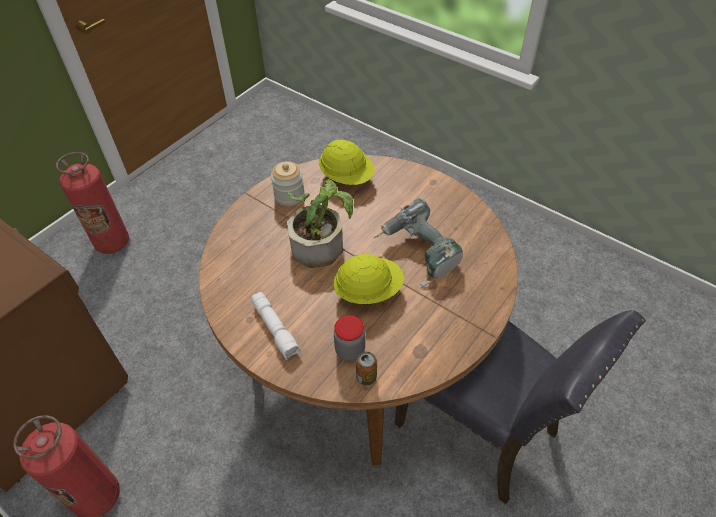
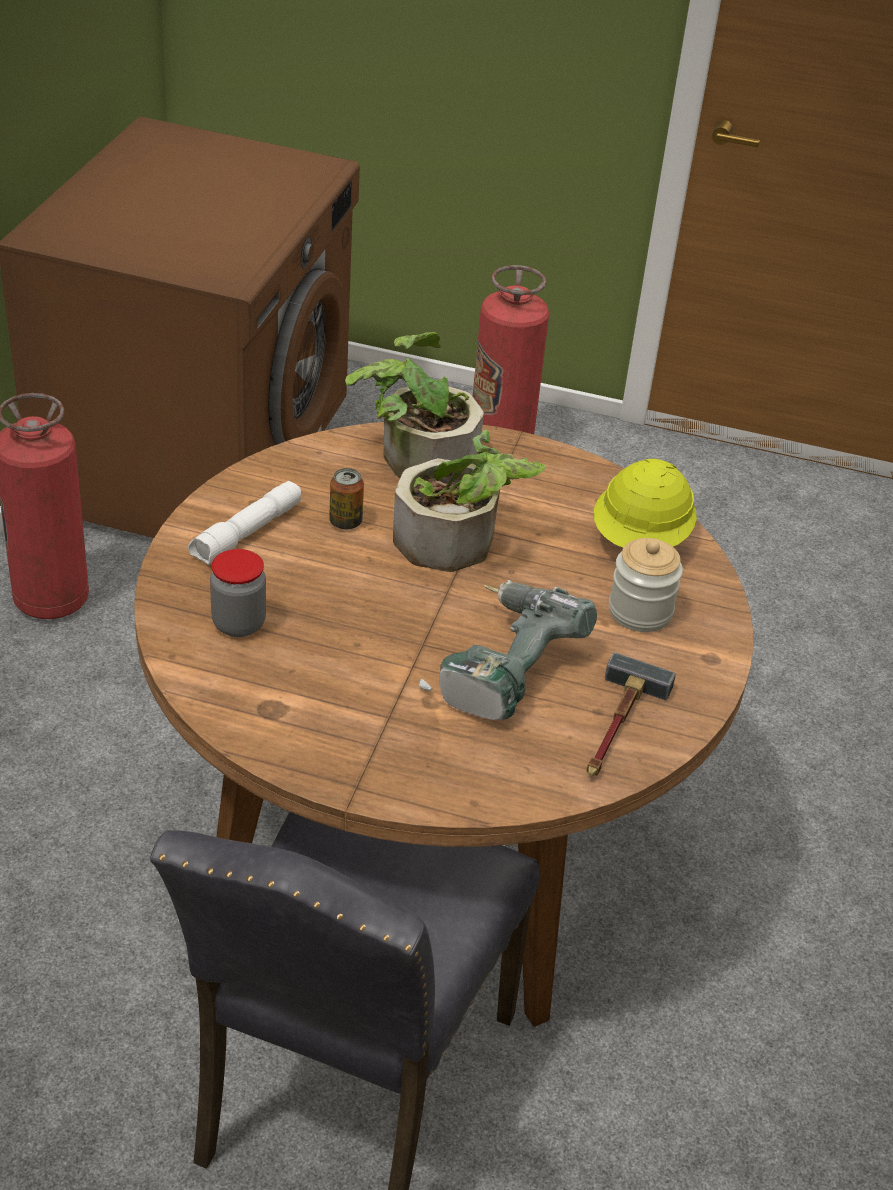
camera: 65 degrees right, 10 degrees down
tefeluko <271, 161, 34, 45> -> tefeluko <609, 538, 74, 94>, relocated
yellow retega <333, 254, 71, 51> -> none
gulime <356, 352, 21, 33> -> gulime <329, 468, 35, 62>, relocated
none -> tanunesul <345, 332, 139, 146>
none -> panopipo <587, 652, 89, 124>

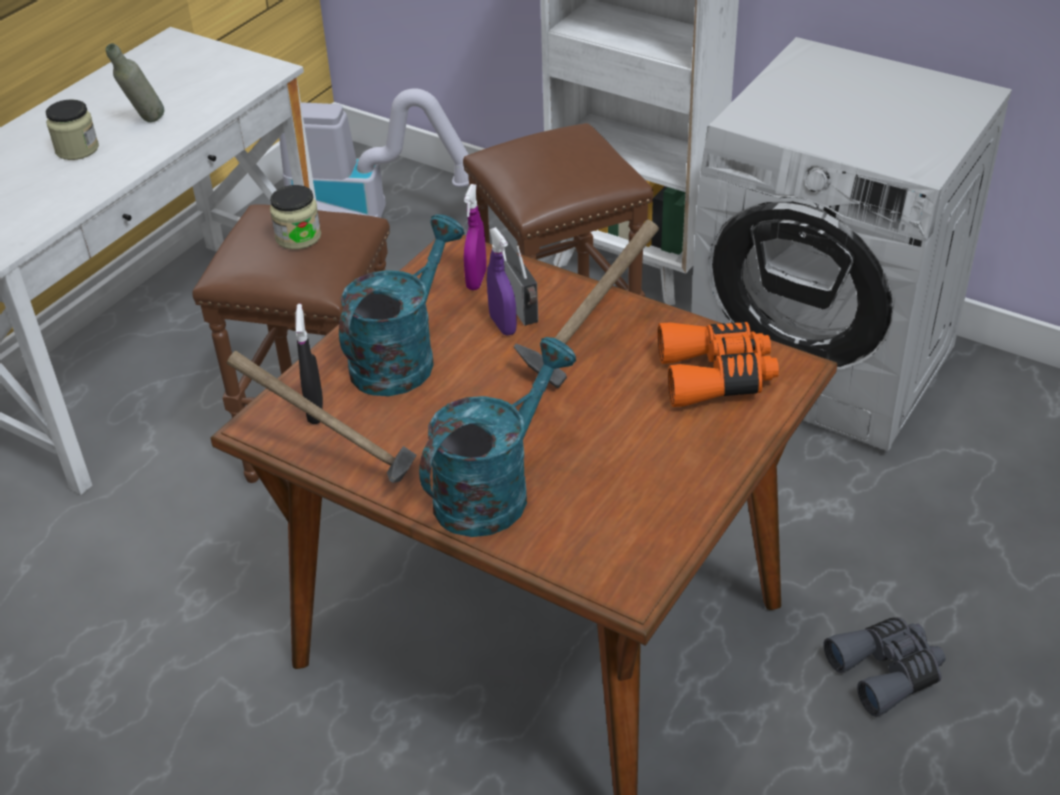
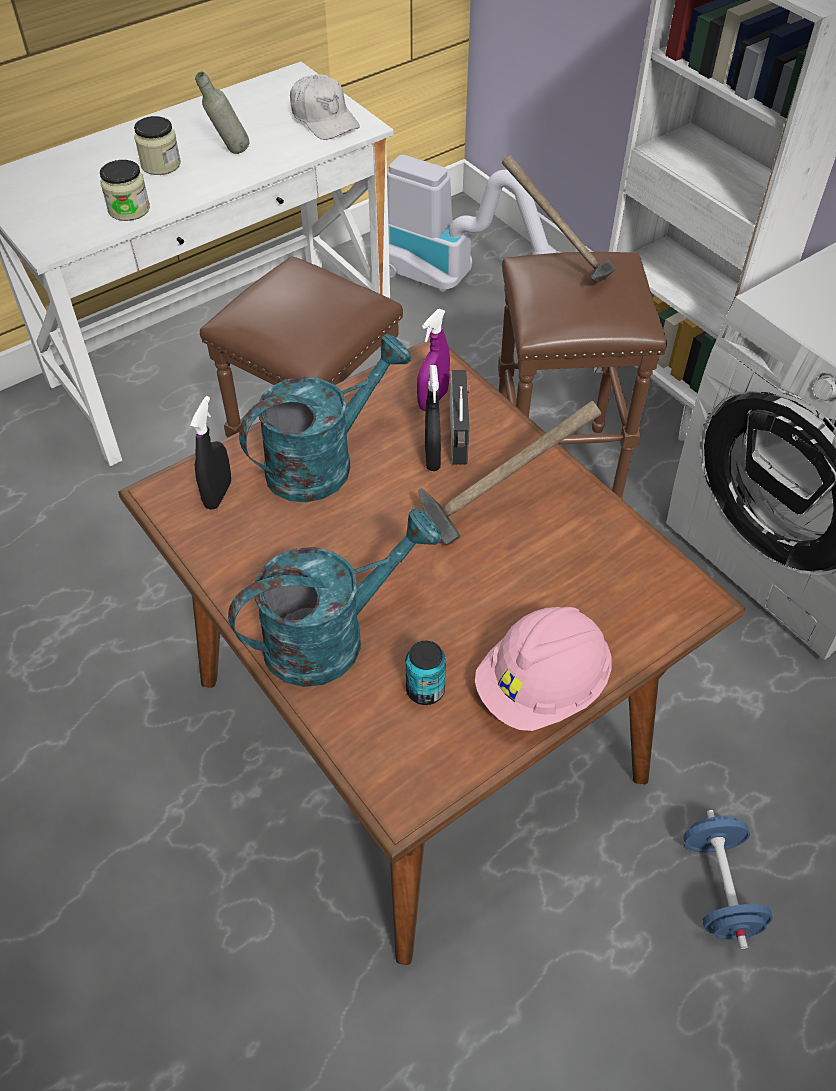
camera: 20 degrees right, 10 degrees up
tefeluko <270, 185, 51, 65> -> tefeluko <100, 160, 50, 61>, relocated
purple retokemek <487, 227, 30, 109> -> black retokemek <425, 365, 16, 106>
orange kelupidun <657, 322, 122, 85> -> none
panopipo <227, 351, 190, 132> -> panopipo <502, 155, 114, 127>, relocated
grey kelupidun <823, 617, 123, 100> -> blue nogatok <683, 810, 90, 139>
none -> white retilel <290, 74, 70, 66>
none -> pink retega <475, 607, 136, 124>
none -> gulime <406, 641, 40, 64>

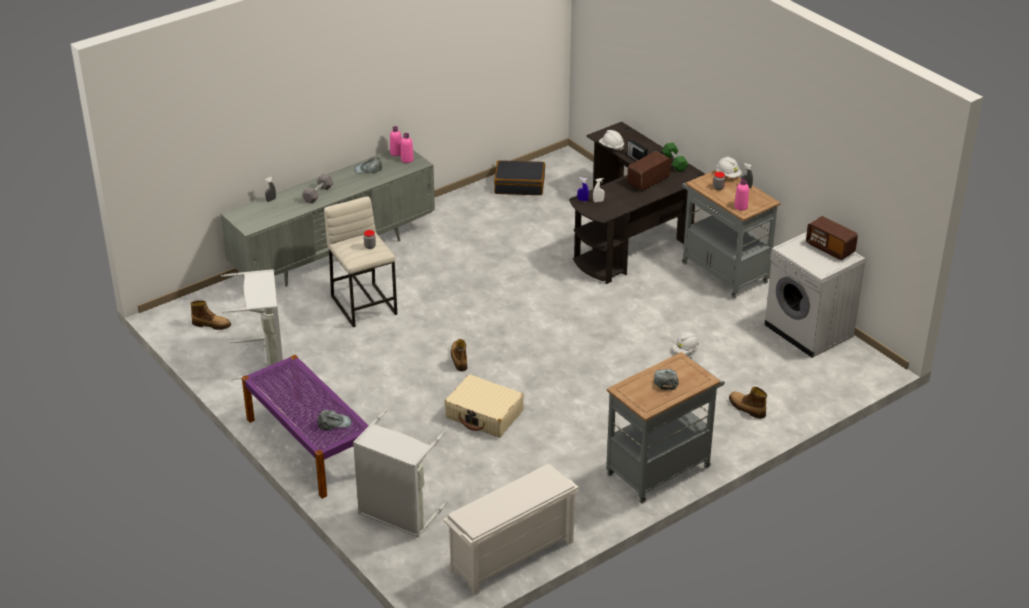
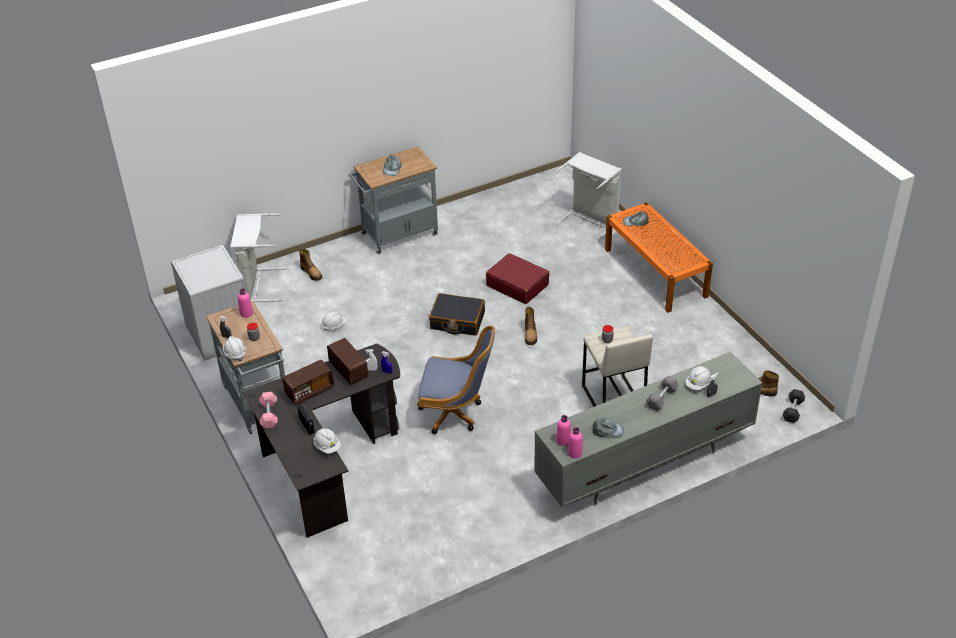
camera: 170 degrees left, 5 degrees up
green nogatok <662, 143, 26, 29> -> pink nogatok <259, 392, 18, 37>
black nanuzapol <494, 160, 51, 35> -> black nanuzapol <429, 293, 56, 43>, relocated
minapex <806, 216, 52, 44> -> minapex <327, 338, 41, 47>, relocated
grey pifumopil <221, 269, 62, 111> -> grey pifumopil <230, 213, 59, 89>, relocated
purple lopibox <242, 355, 127, 144> -> orange lopibox <605, 202, 108, 111>
beige nanuzapol <445, 374, 79, 63> -> red nanuzapol <486, 253, 64, 51>
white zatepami <443, 463, 136, 133> -> none
none -> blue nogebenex <417, 326, 78, 108>
none -> white retega <685, 366, 27, 24>
none -> grey nogatok <783, 389, 22, 34>

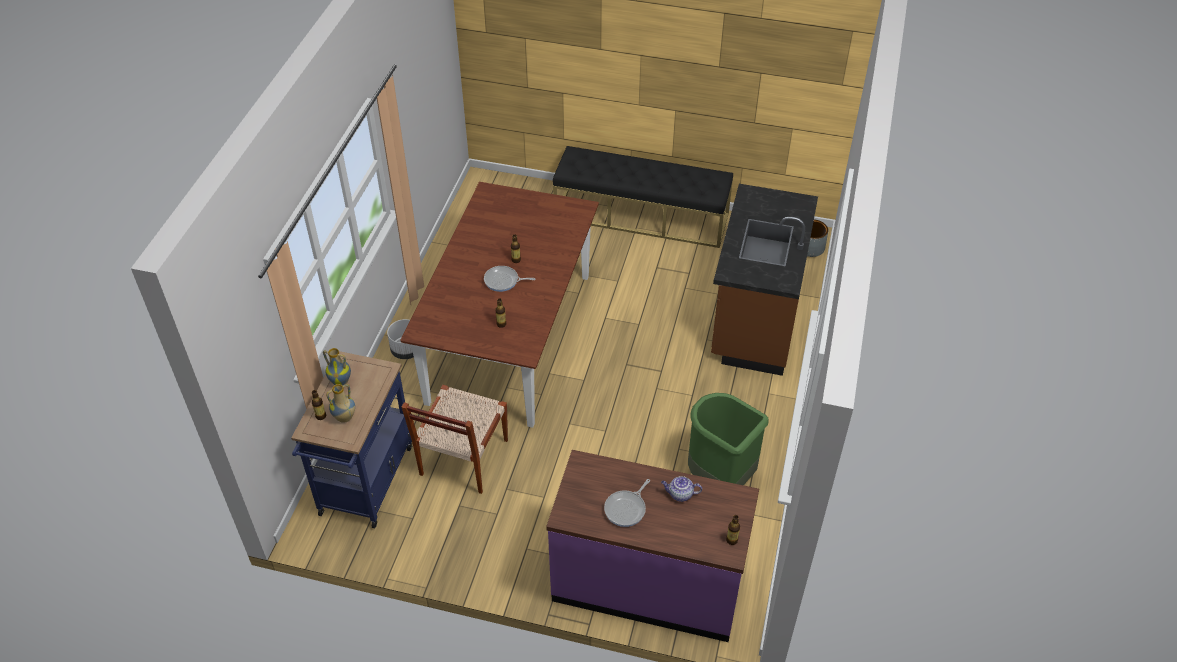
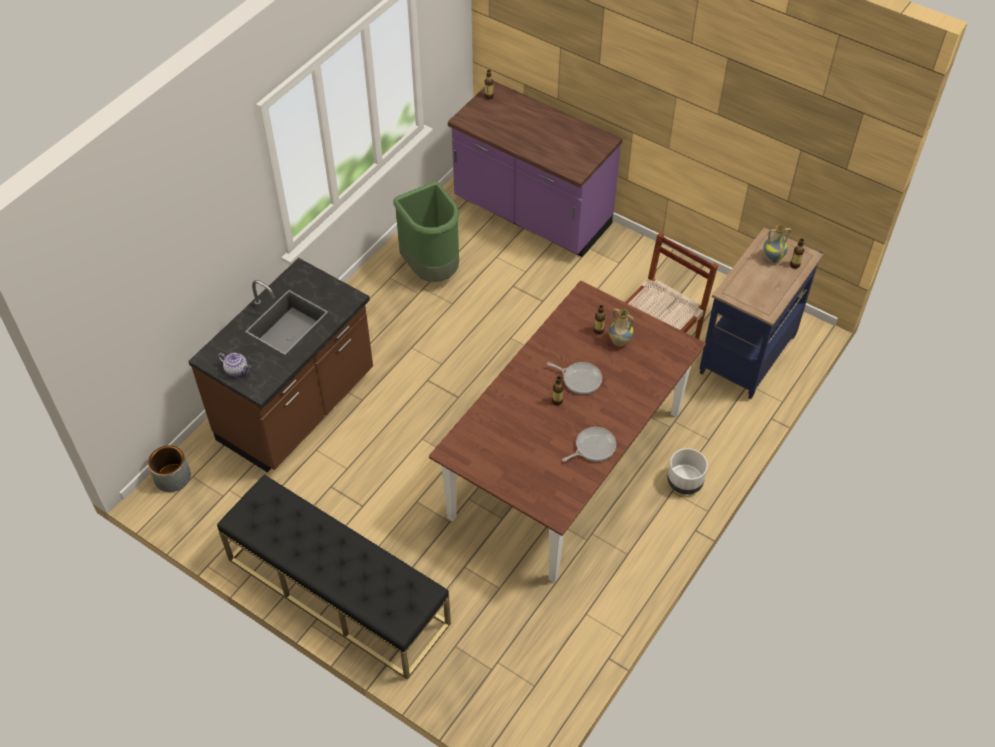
camera: 160 degrees left, 5 degrees up
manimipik <323, 348, 28, 37> -> manimipik <609, 309, 25, 37>, relocated
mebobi <661, 476, 41, 26> -> mebobi <218, 353, 33, 24>, relocated
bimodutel <604, 479, 46, 48> -> bimodutel <562, 427, 54, 35>, relocated

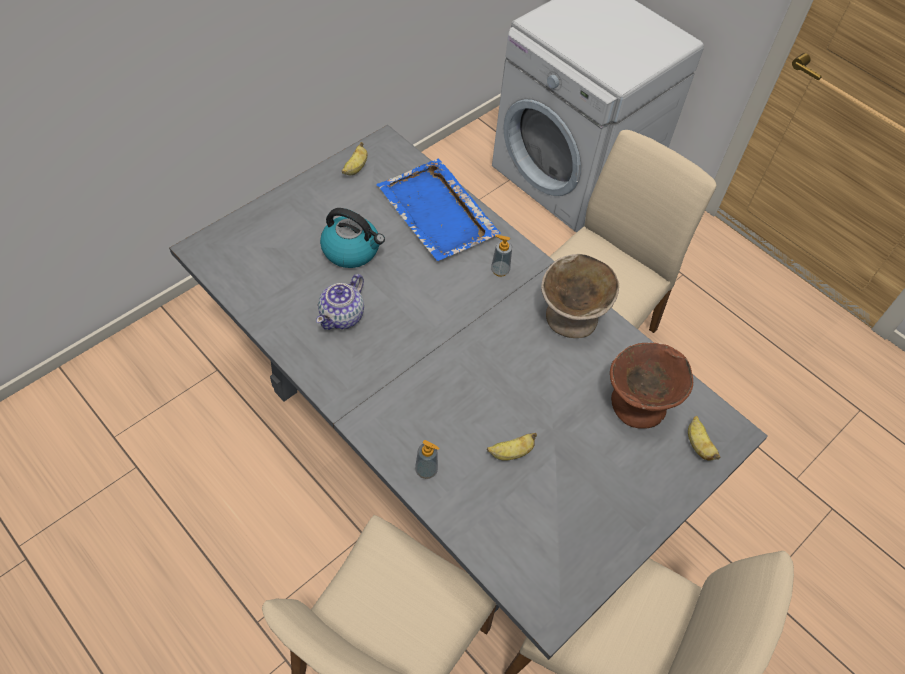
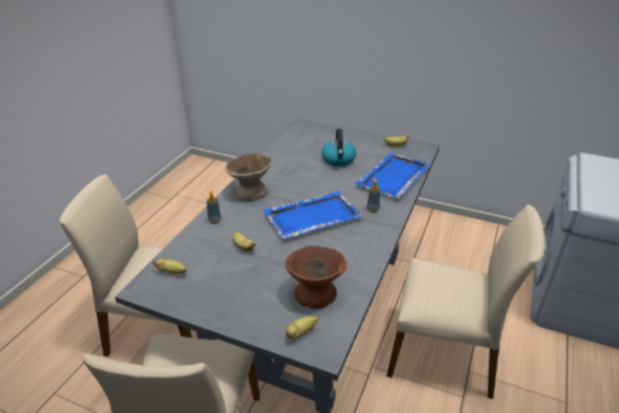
camera: 70 degrees right, 20 degrees down
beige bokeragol <541, 254, 78, 84> -> beige bokeragol <225, 153, 46, 48>, relocated
mebobi <316, 274, 48, 56> -> none
none -> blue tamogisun <263, 191, 99, 48>
none -> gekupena <153, 259, 33, 15>

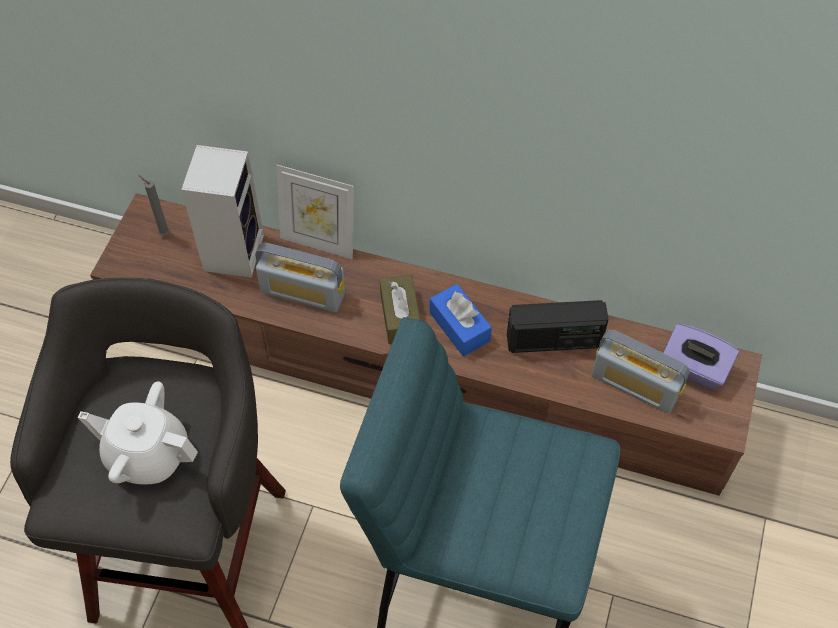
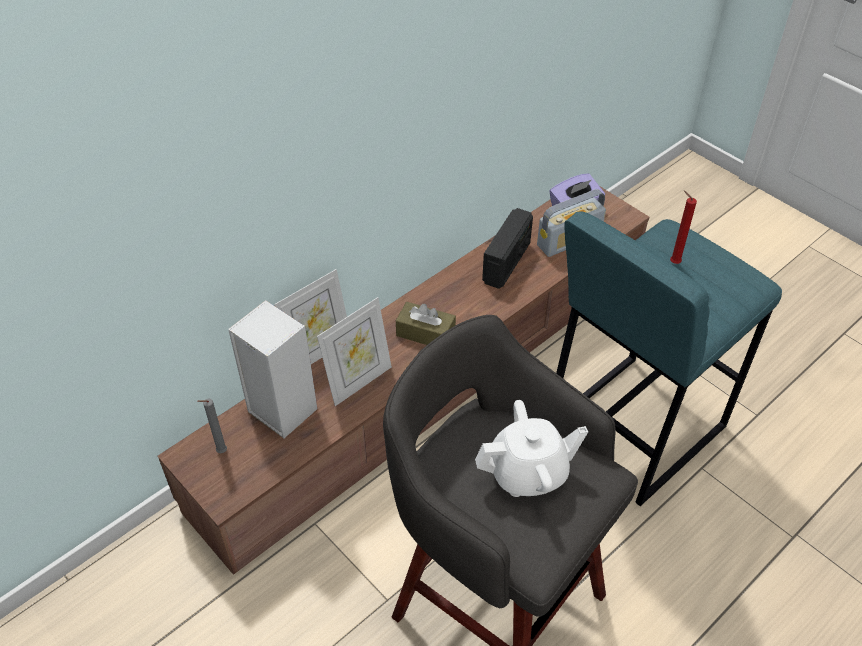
camera: 60 degrees left, 10 degrees down
minapex <255, 243, 90, 69> -> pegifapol <317, 297, 75, 109>
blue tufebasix <430, 284, 62, 72> -> none
white mebobi <78, 381, 120, 103> -> white mebobi <475, 400, 113, 97>, 150 degrees counterclockwise
none -> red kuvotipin <670, 190, 27, 74>

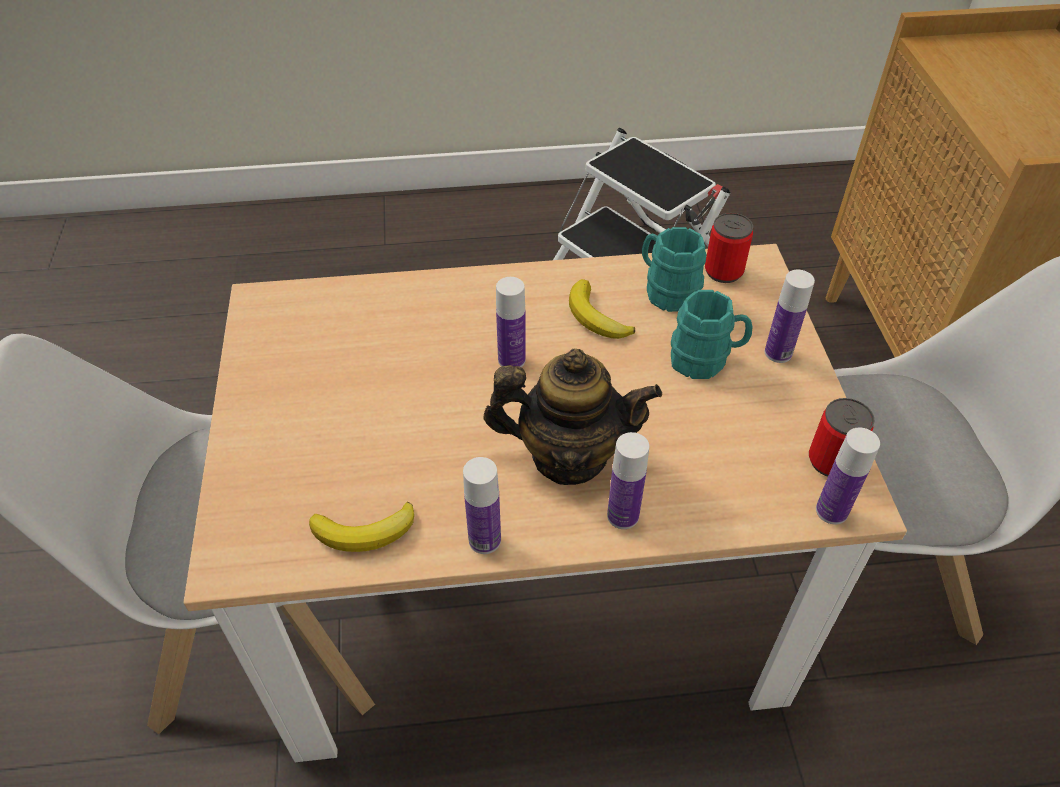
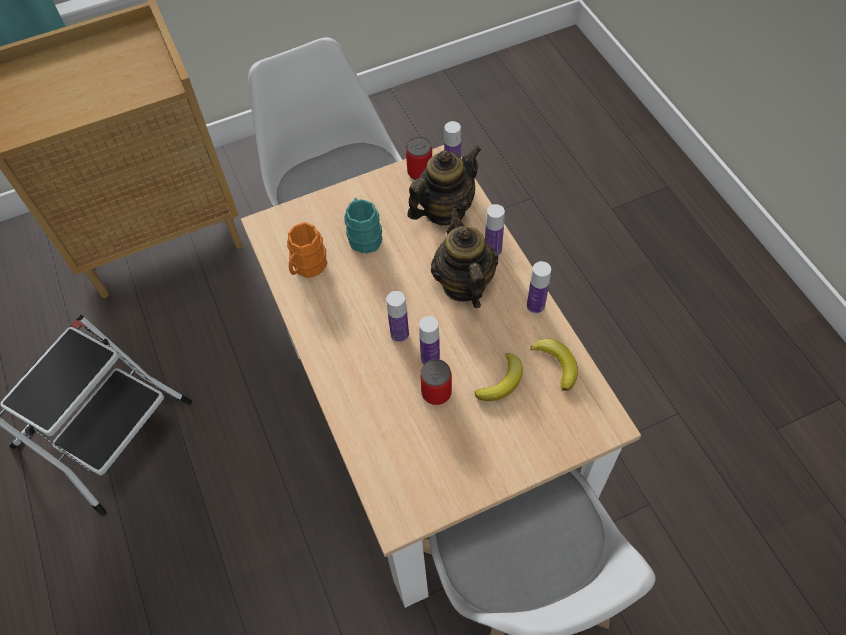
camera: 105 degrees left, 10 degrees up
gulime <705, 213, 48, 70> -> gulime <420, 359, 32, 46>, relocated
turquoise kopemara <642, 227, 64, 85> -> orange kopemara <287, 222, 40, 56>
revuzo <765, 270, 50, 93> -> revuzo <419, 316, 21, 48>, relocated
gekupena <569, 279, 66, 60> -> gekupena <475, 353, 48, 48>, relocated
none -> mebobi <407, 145, 75, 80>

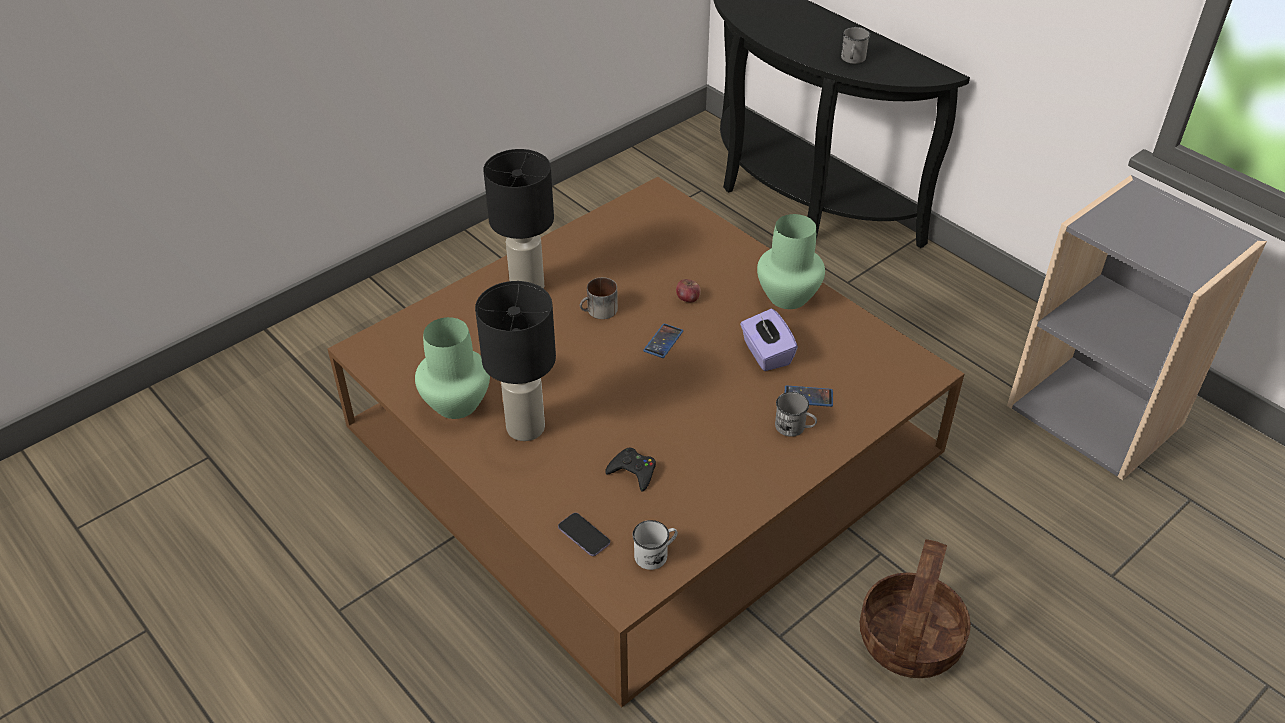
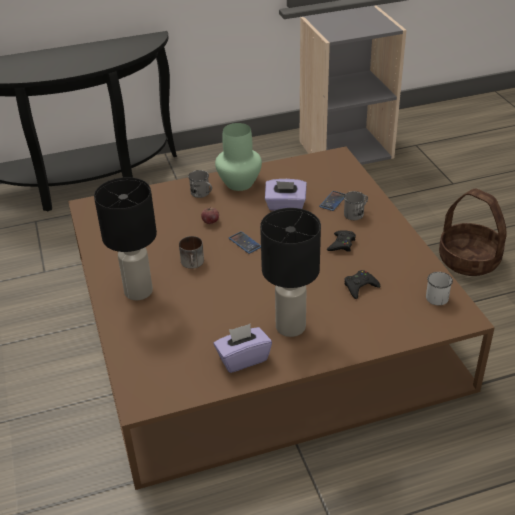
camera: 65 degrees left, 5 degrees down
grey kopemara <841, 27, 29, 37> -> grey kopemara <188, 170, 24, 28>, relocated
green manimipik <415, 317, 75, 102> -> purple tufebasix <213, 324, 59, 49>
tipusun <558, 513, 52, 43> -> none
none -> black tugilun <327, 230, 29, 22>

